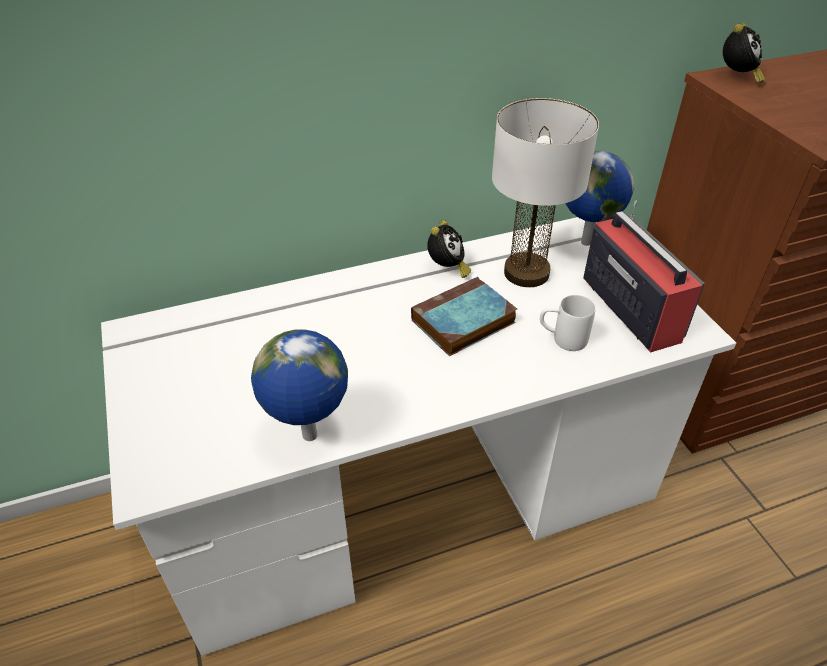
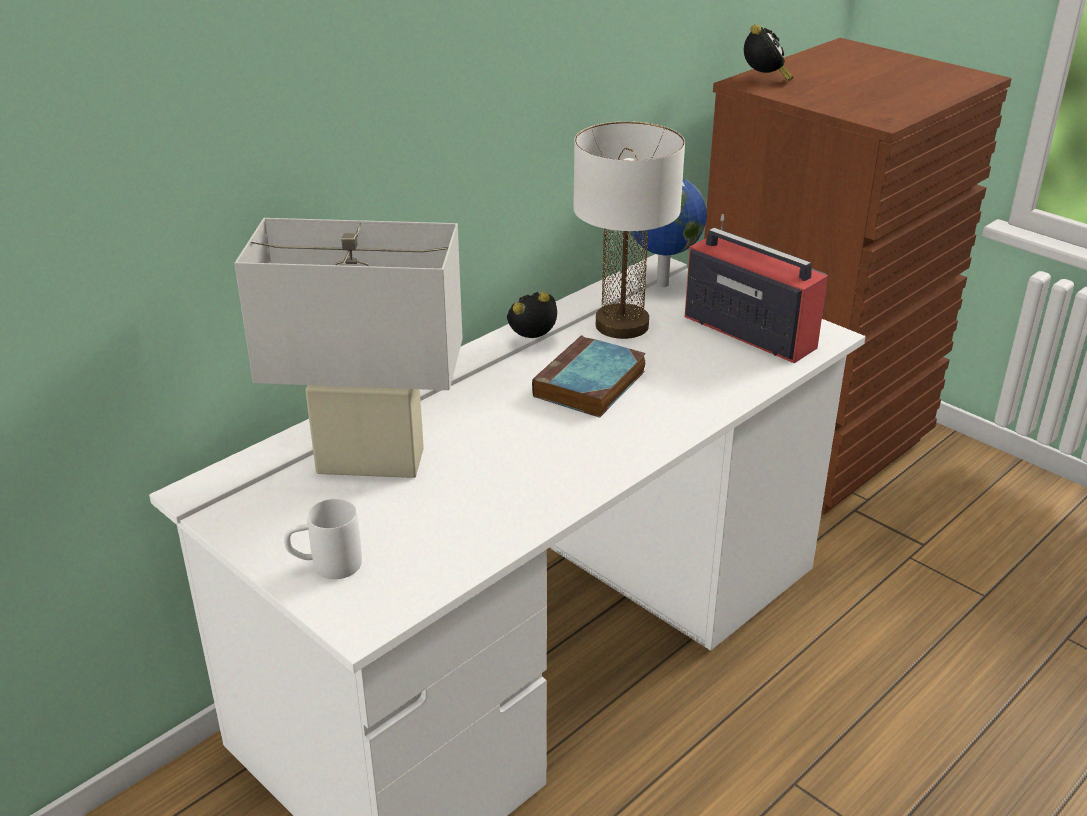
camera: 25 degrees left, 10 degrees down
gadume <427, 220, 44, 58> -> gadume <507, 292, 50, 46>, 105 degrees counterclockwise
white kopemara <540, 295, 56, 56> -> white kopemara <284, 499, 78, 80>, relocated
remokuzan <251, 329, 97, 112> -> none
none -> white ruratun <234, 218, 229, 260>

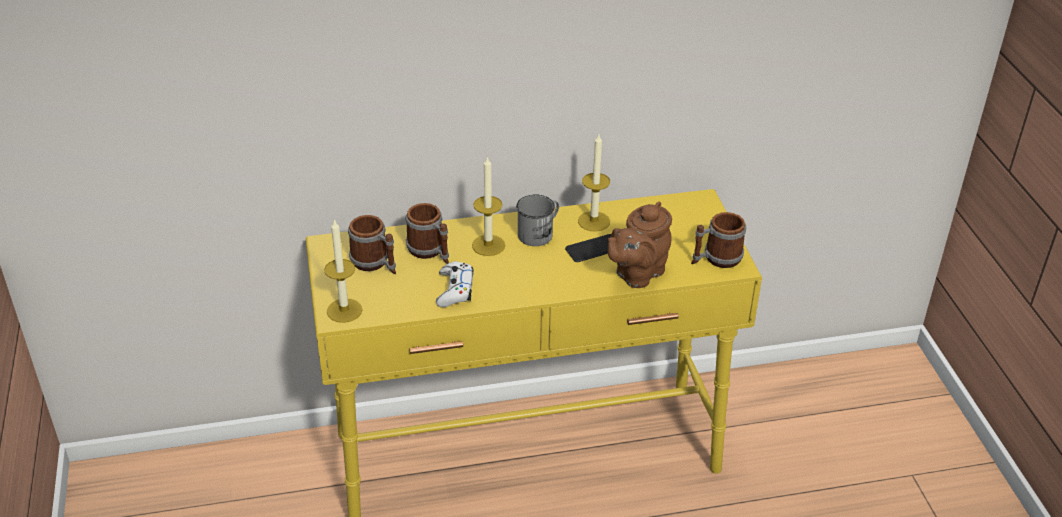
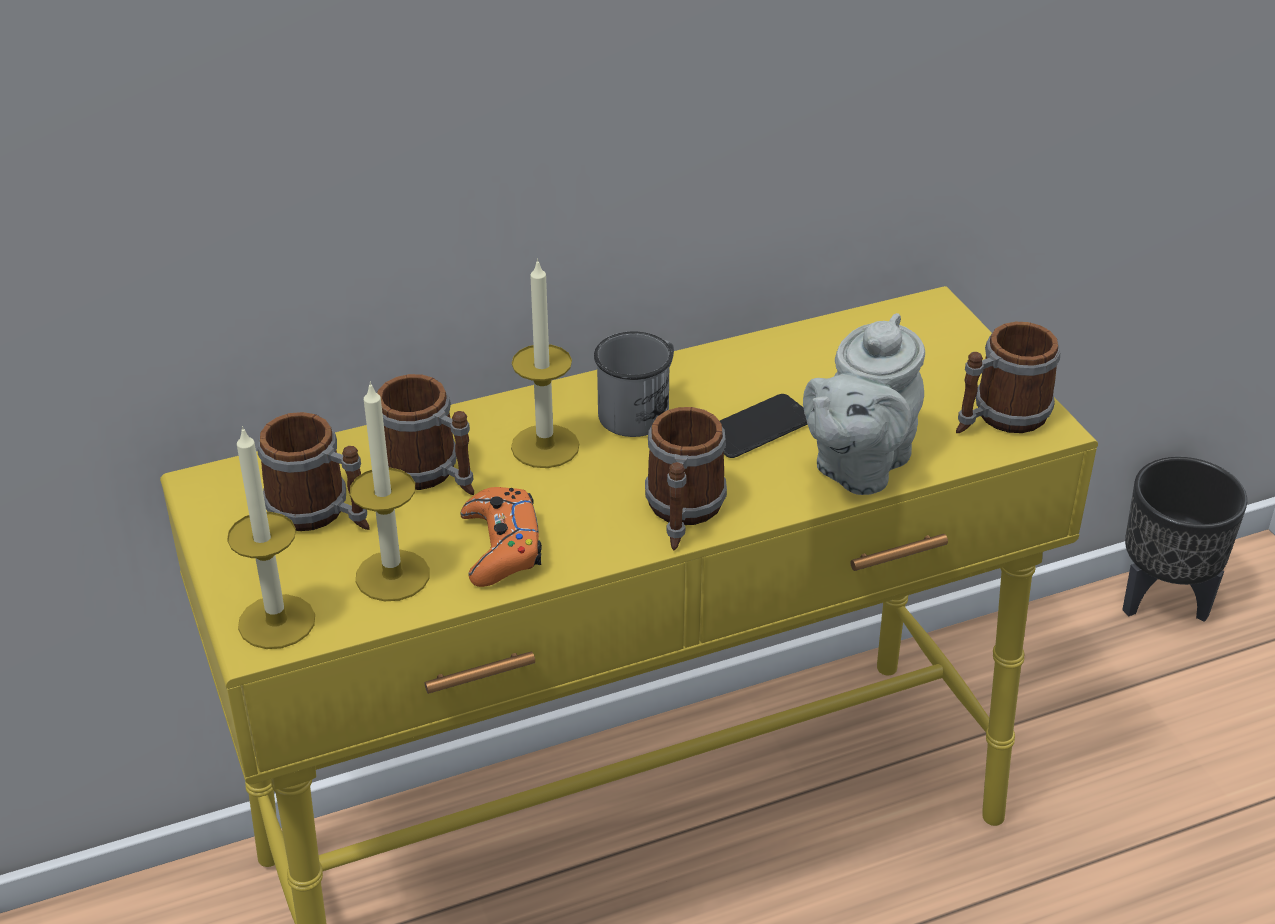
camera: 10 degrees left, 0 degrees up
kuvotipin <578, 134, 32, 98> -> kuvotipin <350, 382, 80, 219>, relocated
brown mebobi <608, 202, 64, 86> -> grey mebobi <803, 313, 122, 182>
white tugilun <436, 262, 38, 45> -> orange tugilun <460, 487, 82, 100>
none -> kopemara <645, 407, 82, 143>
none -> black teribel <1122, 457, 125, 165>

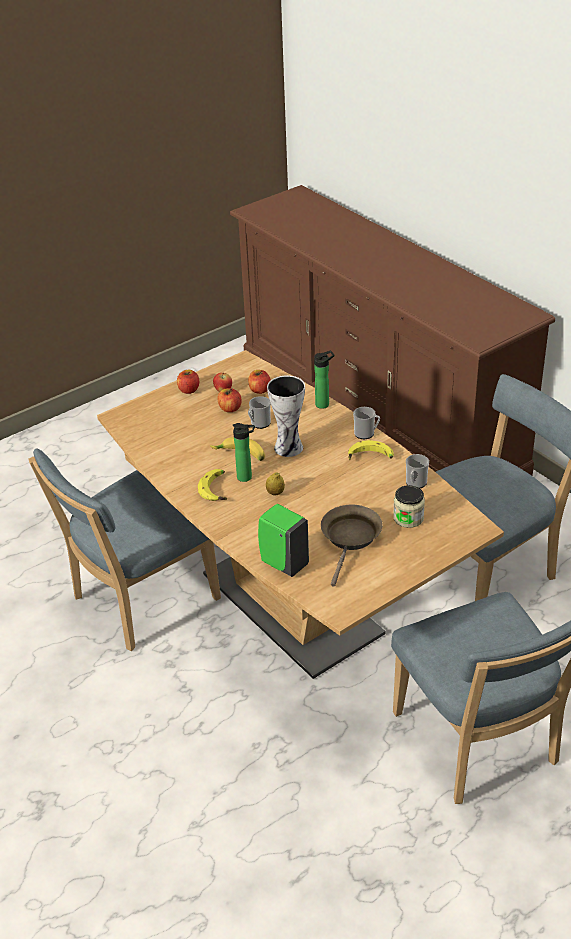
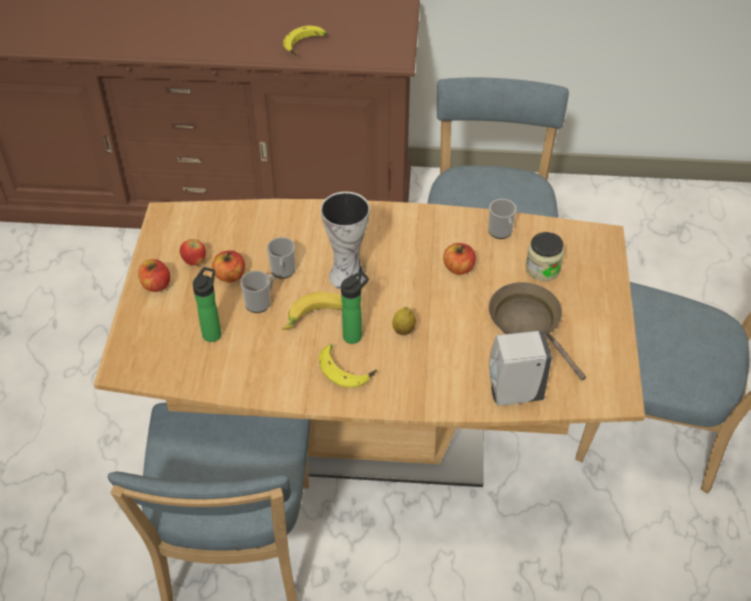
camera: 50 degrees left, 10 degrees up
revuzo <314, 351, 20, 58> -> revuzo <193, 267, 28, 75>, relocated
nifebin <248, 370, 23, 24> -> nifebin <443, 243, 33, 32>, relocated
kopemara <353, 407, 27, 32> -> kopemara <240, 271, 34, 42>, relocated
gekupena <348, 440, 46, 21> -> gekupena <283, 25, 44, 30>, relocated
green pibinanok <258, 504, 51, 73> -> white pibinanok <489, 331, 63, 75>

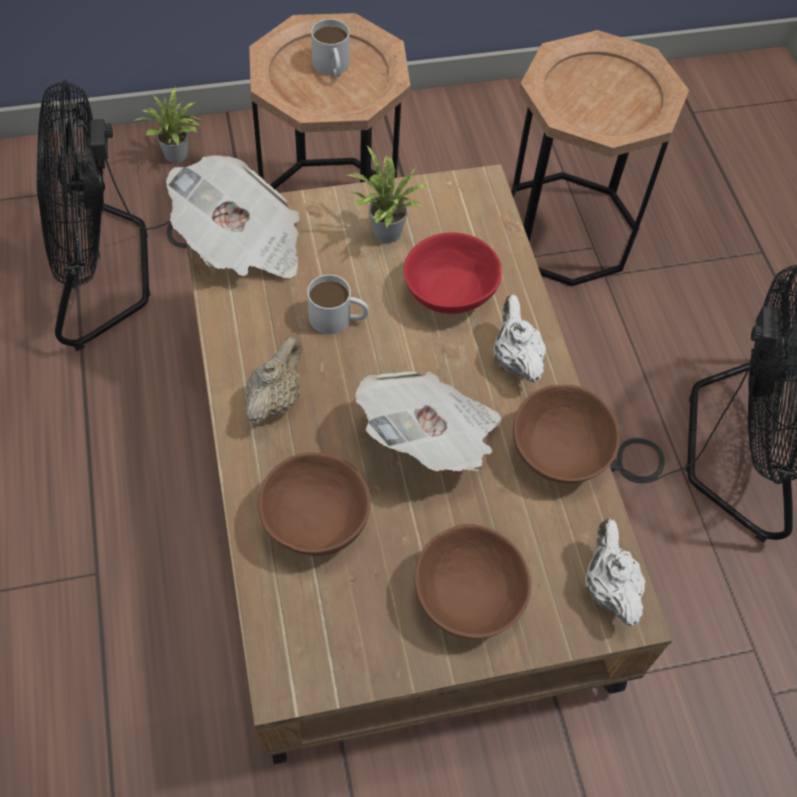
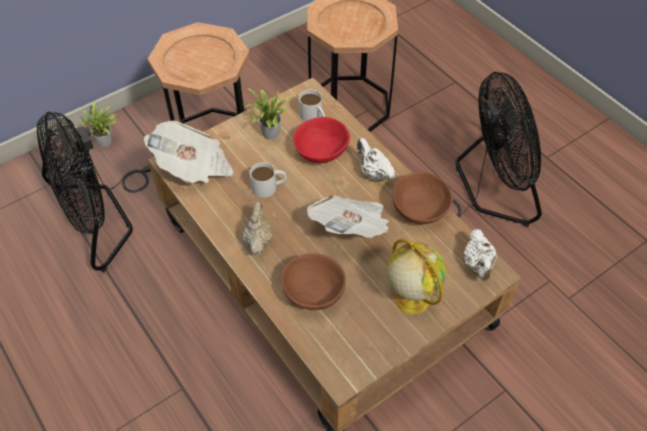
camera: 20 degrees left, 5 degrees down
white kopemara <311, 19, 39, 58> -> white kopemara <299, 90, 26, 31>, relocated
white mebobi <585, 518, 60, 108> -> white mebobi <464, 229, 33, 52>, 150 degrees counterclockwise
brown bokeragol <415, 524, 116, 115> -> remokuzan <387, 239, 59, 75>

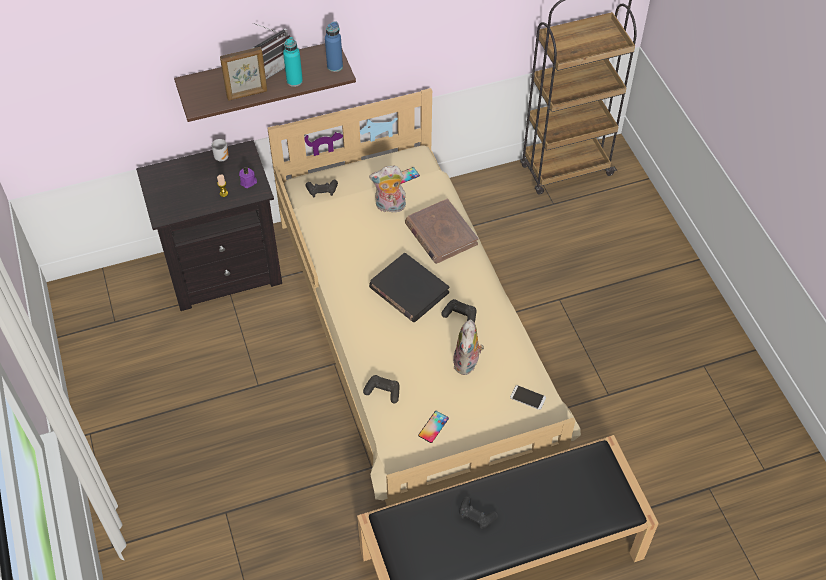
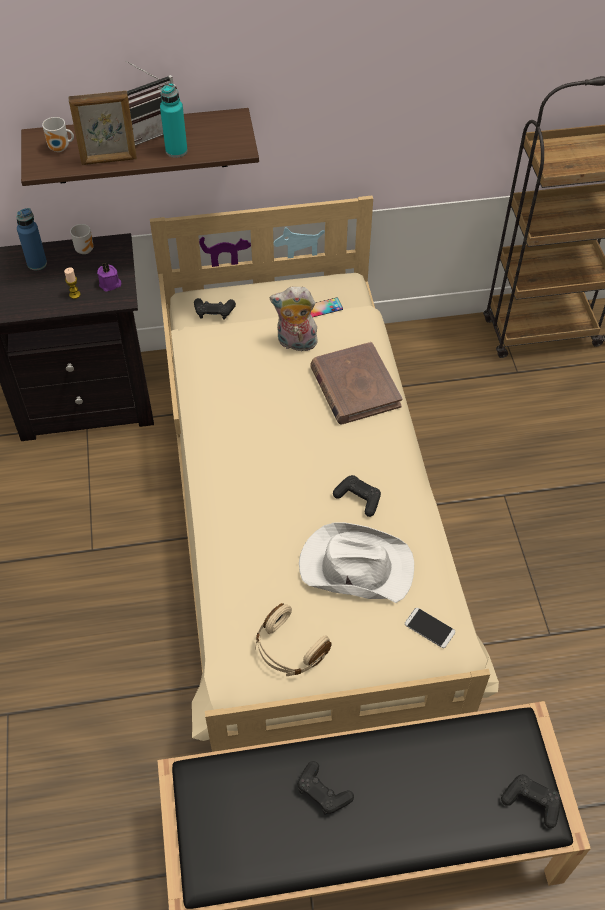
camera: 10 degrees right, 0 degrees up
blue revuzo <325, 21, 18, 51> -> blue revuzo <16, 208, 31, 62>, relocated
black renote <369, 253, 80, 69> -> none
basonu <453, 320, 31, 55> -> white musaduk <299, 522, 115, 81>
black tugilun <363, 375, 37, 28> -> black tugilun <501, 774, 60, 54>, relocated
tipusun <418, 411, 31, 32> -> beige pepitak <255, 603, 77, 73>
none -> kopemara <42, 117, 32, 35>

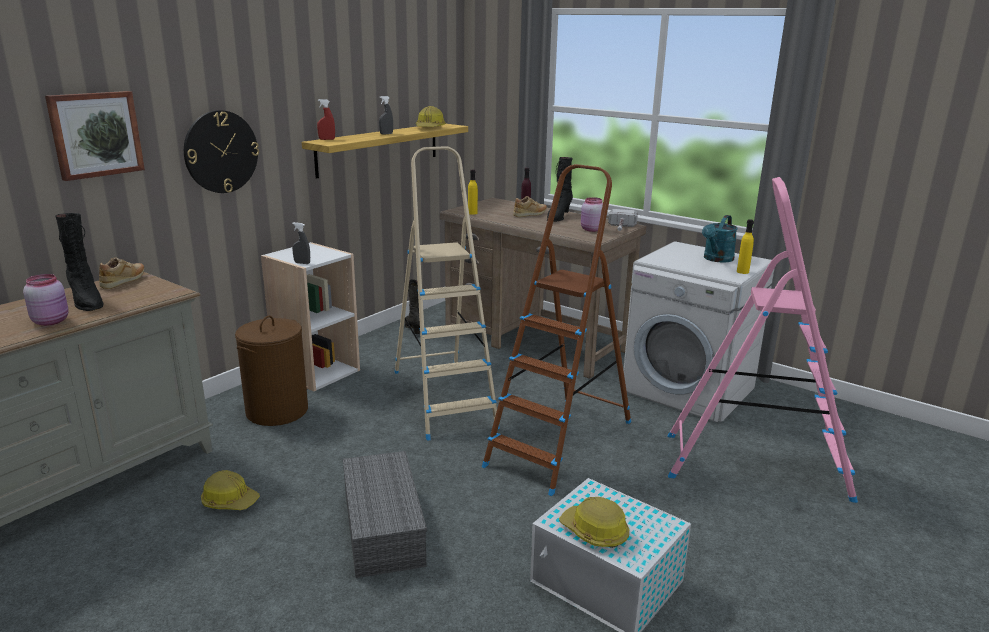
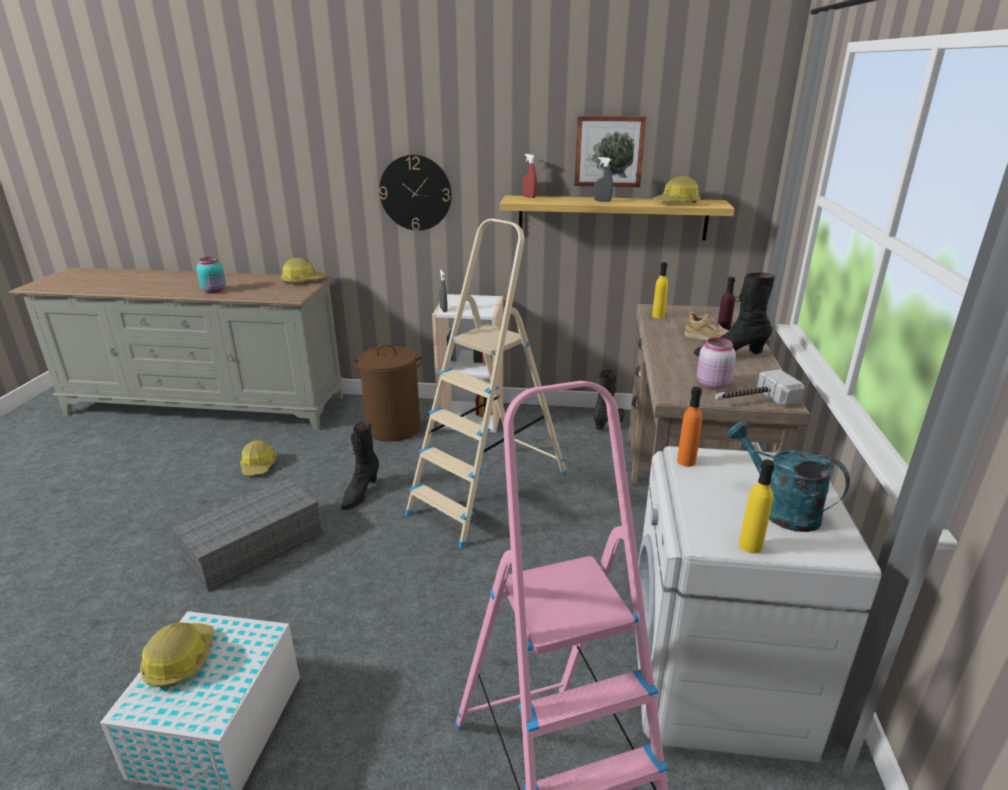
camera: 60 degrees right, 5 degrees up
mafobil <45, 91, 100, 90> -> mafobil <574, 116, 72, 71>, relocated
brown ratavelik <482, 164, 149, 332> -> none
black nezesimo <55, 213, 48, 98> -> black nezesimo <341, 422, 38, 88>, relocated
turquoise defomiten <702, 215, 36, 48> -> turquoise defomiten <727, 421, 123, 111>, 45 degrees clockwise
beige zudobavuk <99, 257, 45, 32> -> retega <280, 258, 44, 25>
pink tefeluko <23, 274, 46, 52> -> turquoise tefeluko <197, 257, 29, 36>
none -> orange revuzo <677, 387, 25, 80>

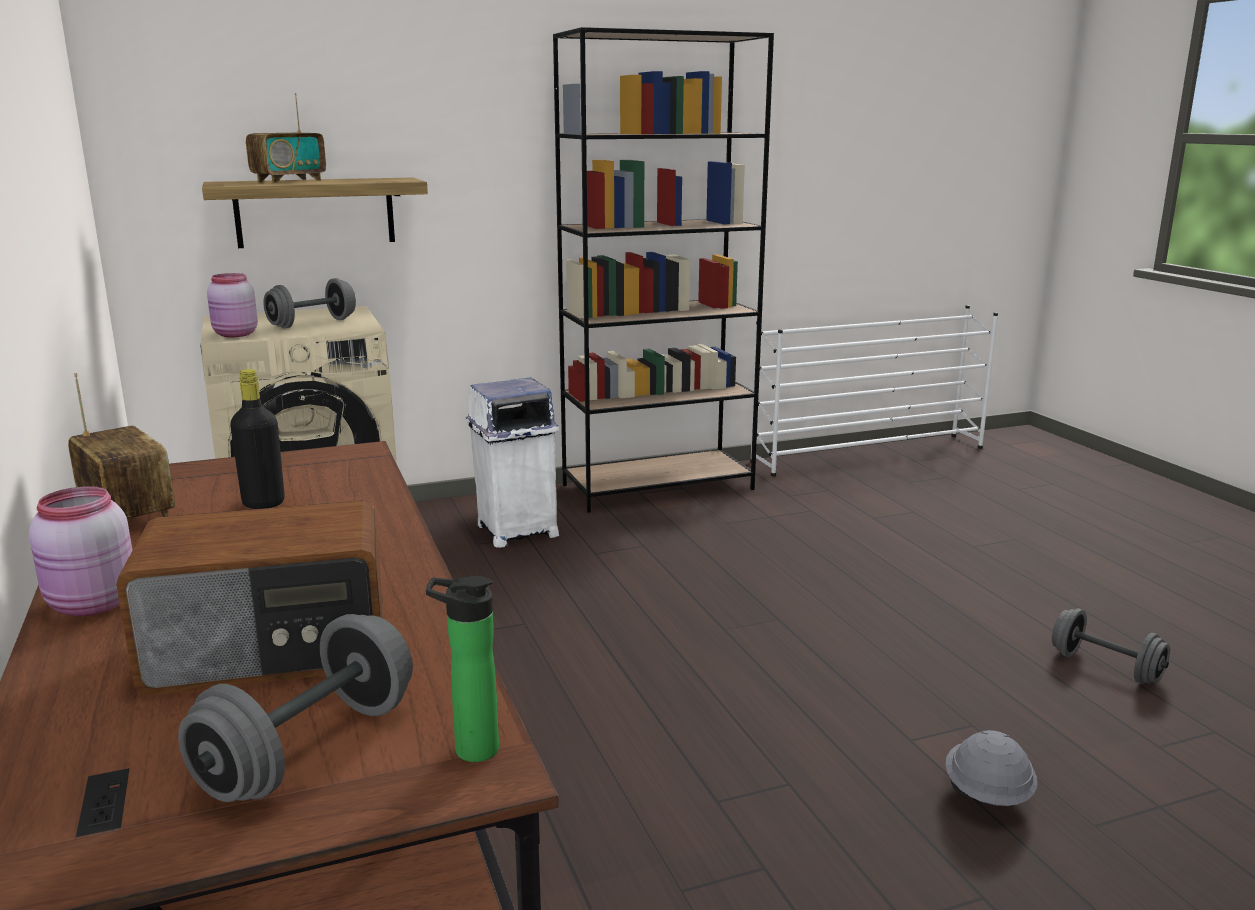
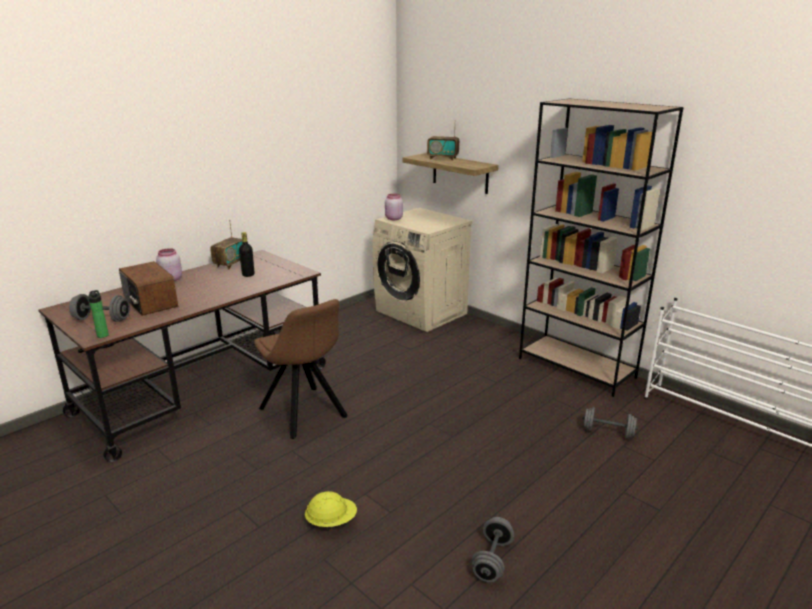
camera: 65 degrees right, 5 degrees up
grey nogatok <263, 278, 93, 50> -> grey nogatok <583, 407, 55, 32>, relocated
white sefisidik <466, 377, 93, 171> -> none
grey retega <945, 730, 92, 76> -> yellow retega <305, 491, 52, 39>
none -> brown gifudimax <254, 299, 93, 140>

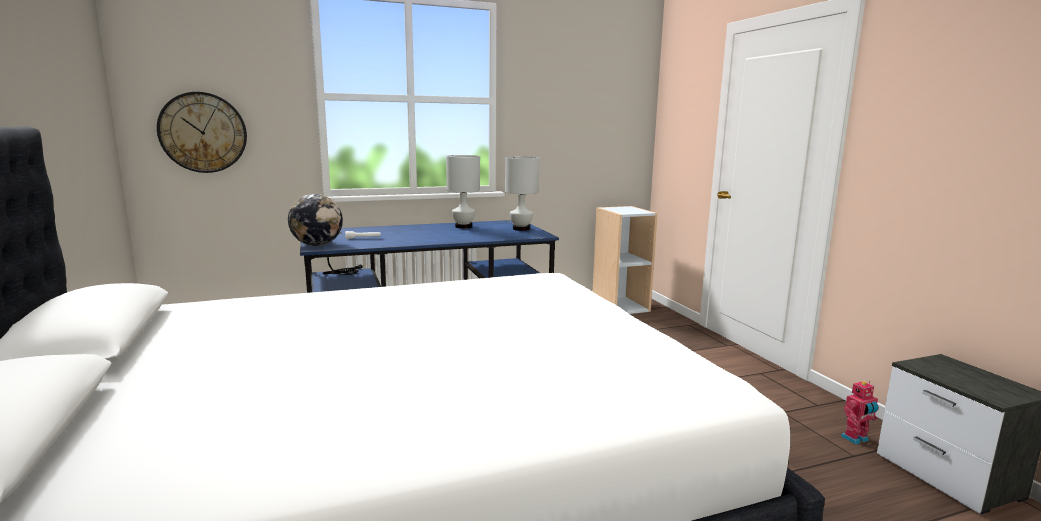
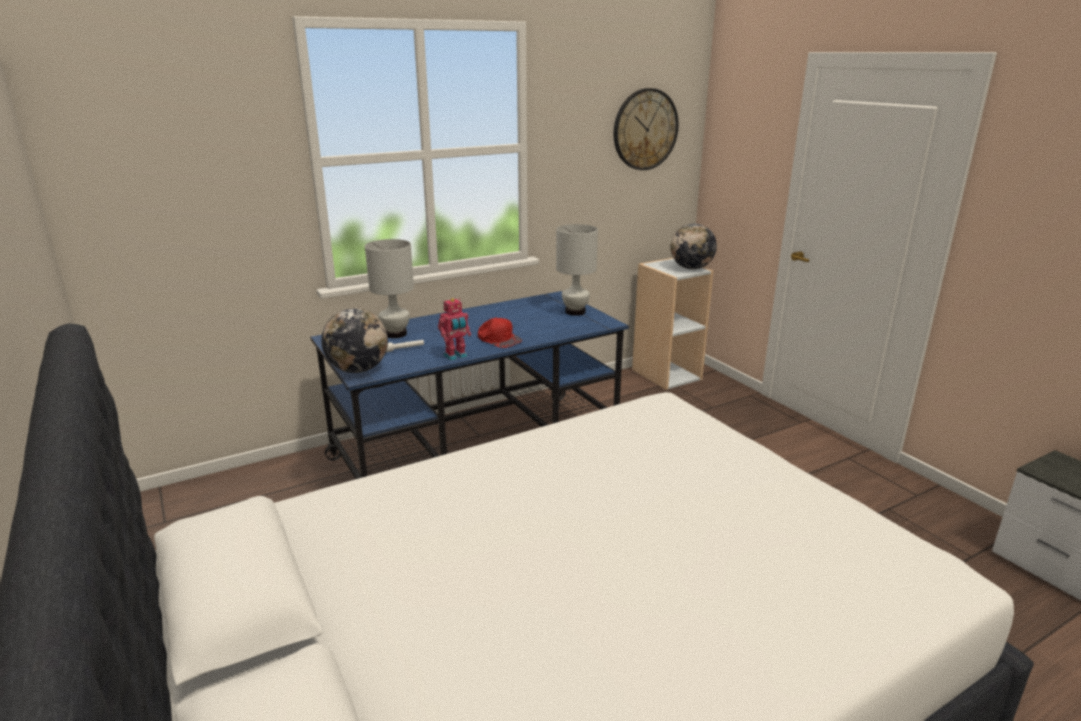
camera: 10 degrees left, 10 degrees up
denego <157, 92, 90, 81> -> denego <614, 88, 65, 82>, relocated
white ruratun <446, 155, 34, 74> -> white ruratun <365, 239, 49, 99>, relocated
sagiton <841, 381, 37, 64> -> sagiton <438, 298, 33, 63>, relocated
none -> remokuzan <671, 224, 46, 46>
none -> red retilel <478, 318, 44, 30>

